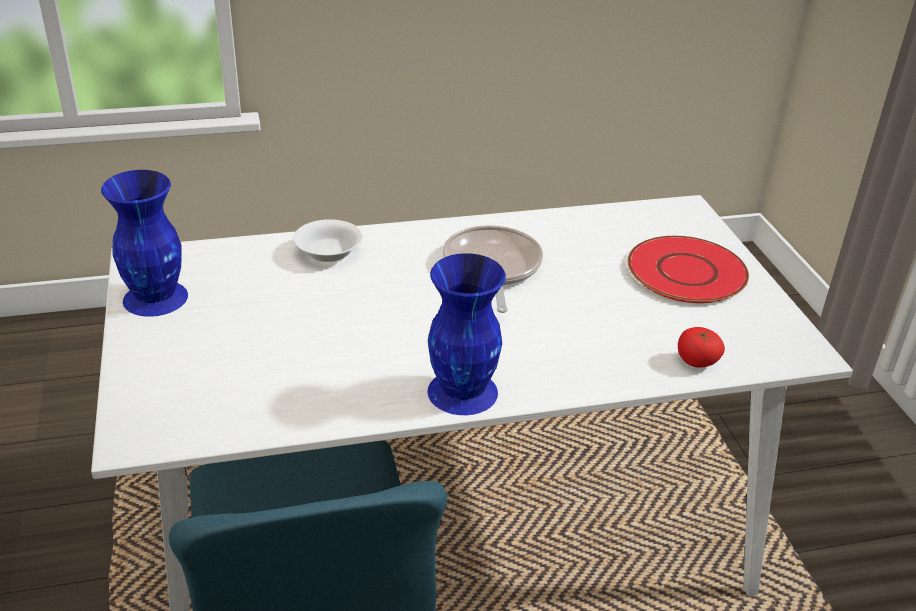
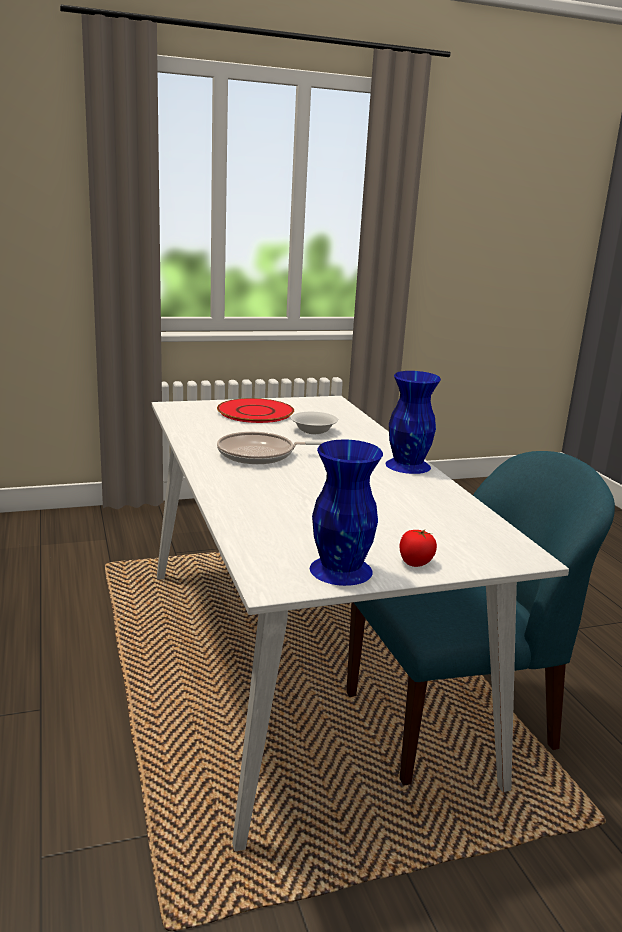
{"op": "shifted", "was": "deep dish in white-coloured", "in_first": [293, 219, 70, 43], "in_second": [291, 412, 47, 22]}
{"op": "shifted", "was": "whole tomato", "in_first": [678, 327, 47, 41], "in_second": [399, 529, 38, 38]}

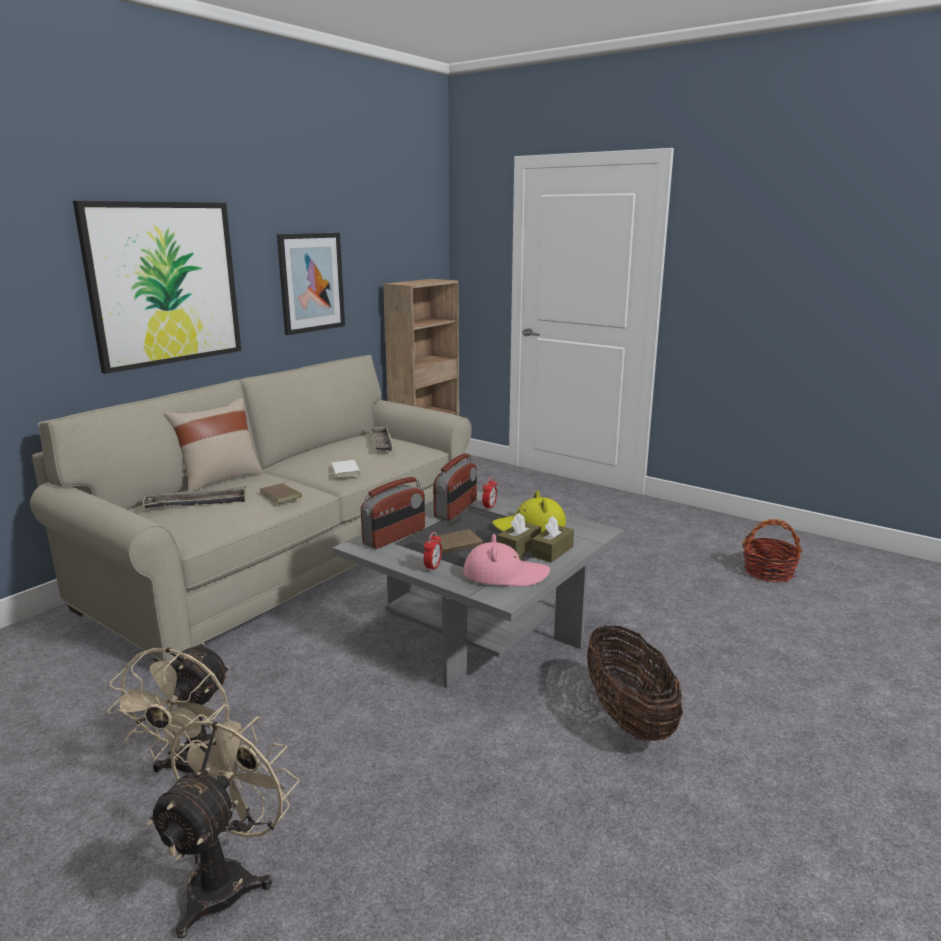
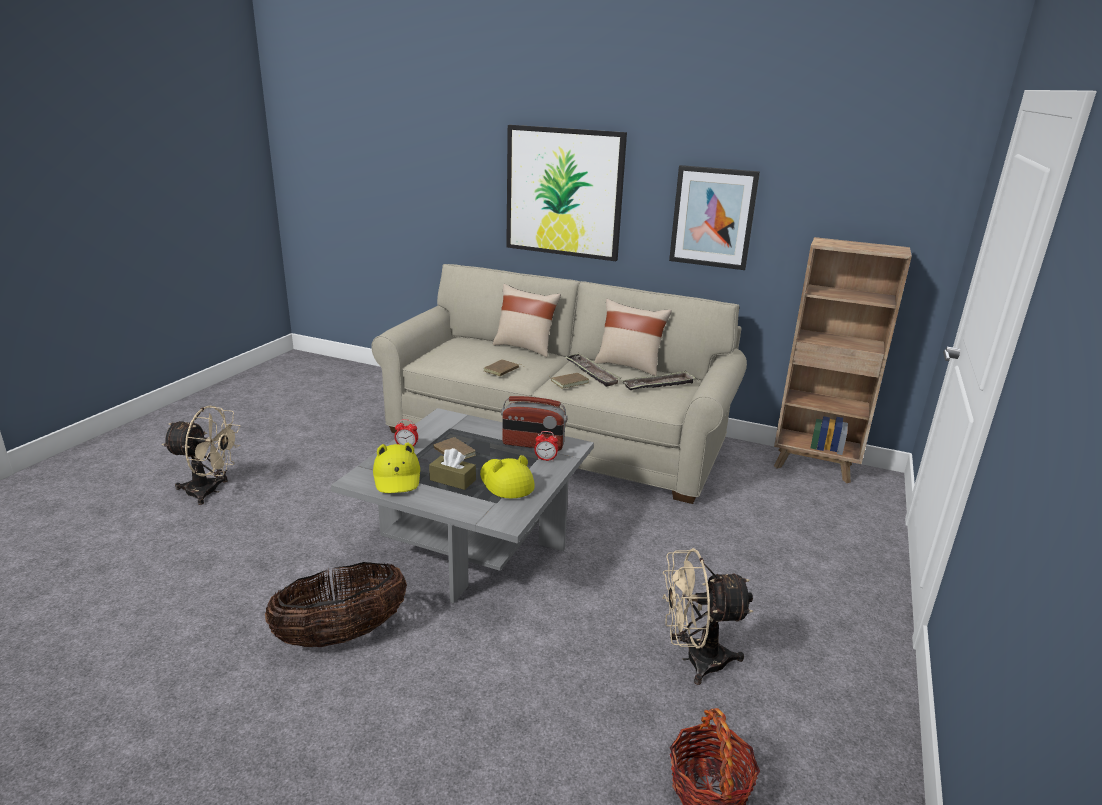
{"op": "gone", "was": "radio receiver", "in_first": [361, 477, 64, 72]}
{"op": "gone", "was": "box of tissues in brownish", "in_first": [531, 516, 43, 47]}
{"op": "new", "now": "pillow in beige-coloured", "in_second": [594, 299, 77, 77]}
{"op": "shifted", "was": "fan in beige-coloured", "in_first": [107, 643, 122, 135], "in_second": [662, 548, 91, 137]}
{"op": "shifted", "was": "tray", "in_first": [142, 486, 105, 22], "in_second": [565, 353, 56, 34]}
{"op": "repainted", "was": "bound book in white-coloured", "now": "bound book in brownish", "in_first": [327, 460, 33, 17], "in_second": [549, 373, 40, 16]}
{"op": "repainted", "was": "wearable hat in pinkish", "now": "wearable hat in yellow-coloured", "in_first": [463, 534, 87, 52], "in_second": [373, 442, 47, 51]}

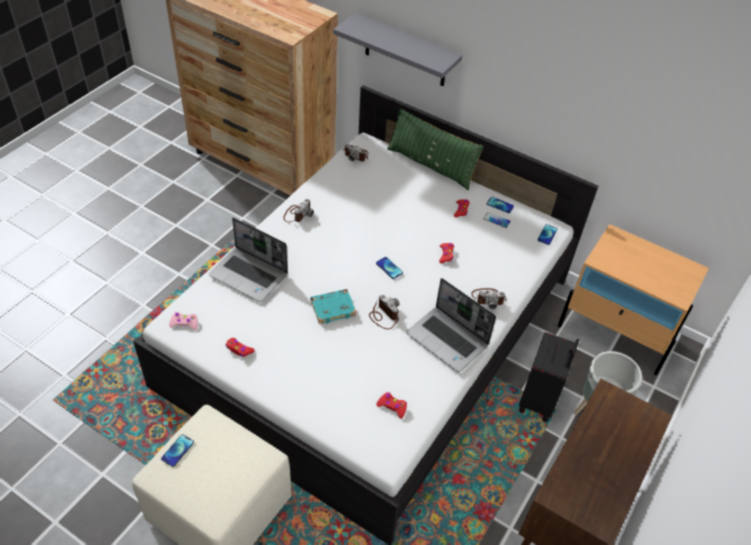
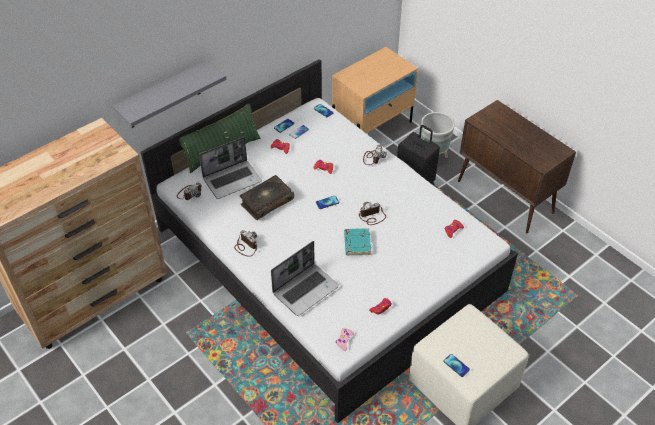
{"op": "new", "now": "bound book", "in_second": [240, 175, 54, 45]}
{"op": "shifted", "was": "laptop", "in_first": [406, 278, 90, 94], "in_second": [199, 137, 63, 62]}

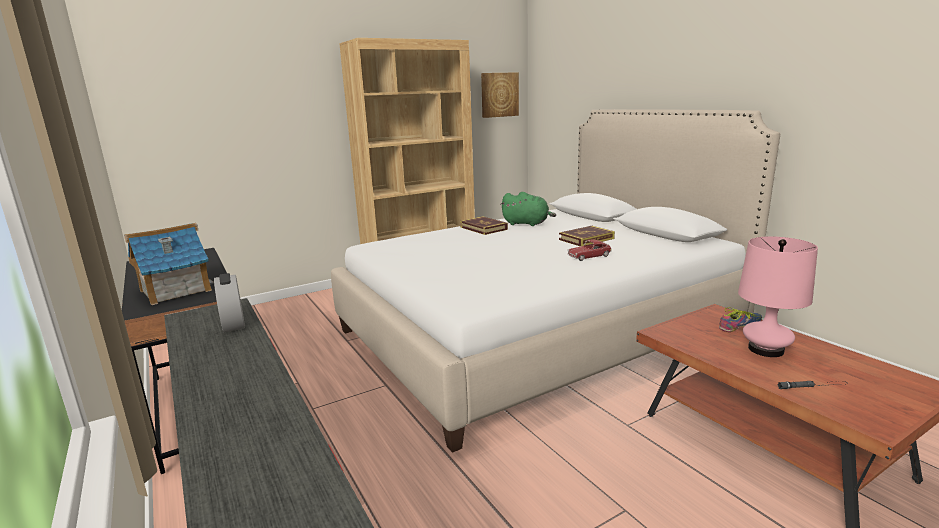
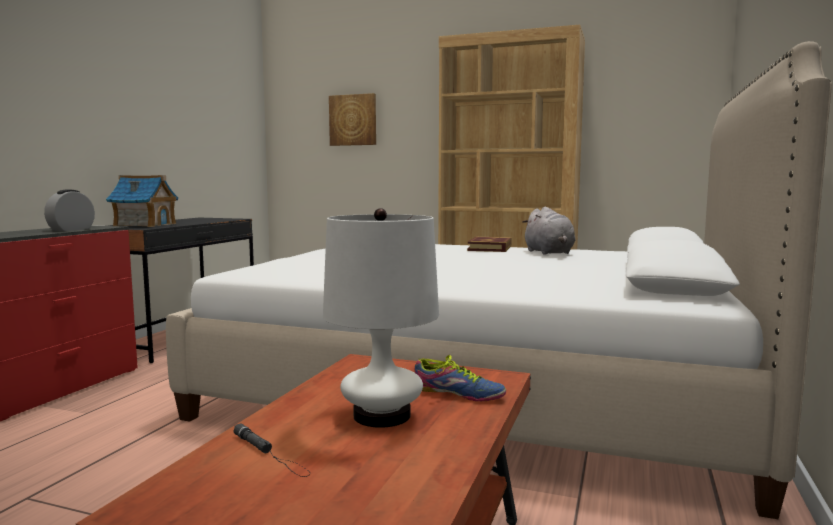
{"op": "gone", "was": "bound book", "in_first": [559, 226, 56, 21]}
{"op": "gone", "was": "toy car", "in_first": [567, 240, 45, 21]}
{"op": "shifted", "was": "wall picture", "in_first": [481, 72, 38, 46], "in_second": [329, 93, 47, 53]}
{"op": "repainted", "was": "cuddly toy in greenish", "now": "cuddly toy in gray", "in_first": [500, 192, 56, 34], "in_second": [522, 207, 53, 48]}
{"op": "repainted", "was": "tabletop lamp in pinkish", "now": "tabletop lamp in white-coloured", "in_first": [738, 236, 80, 121], "in_second": [323, 208, 116, 220]}

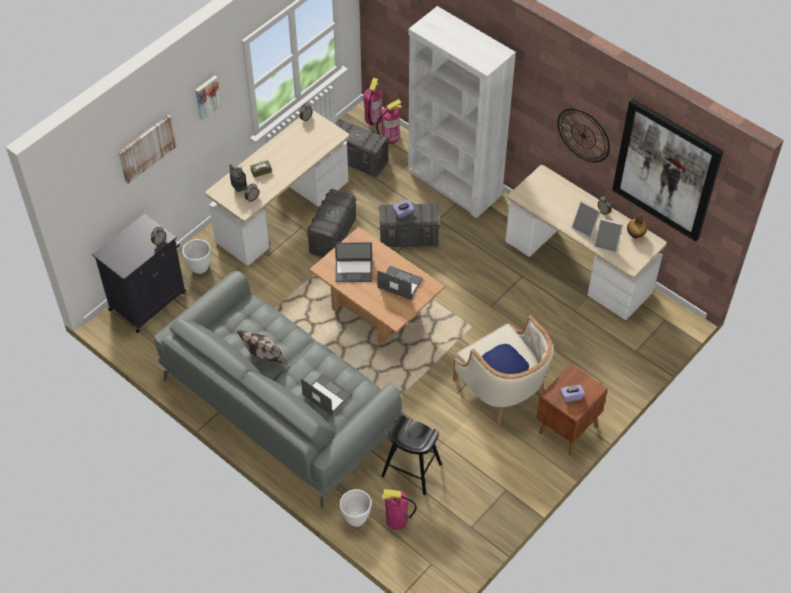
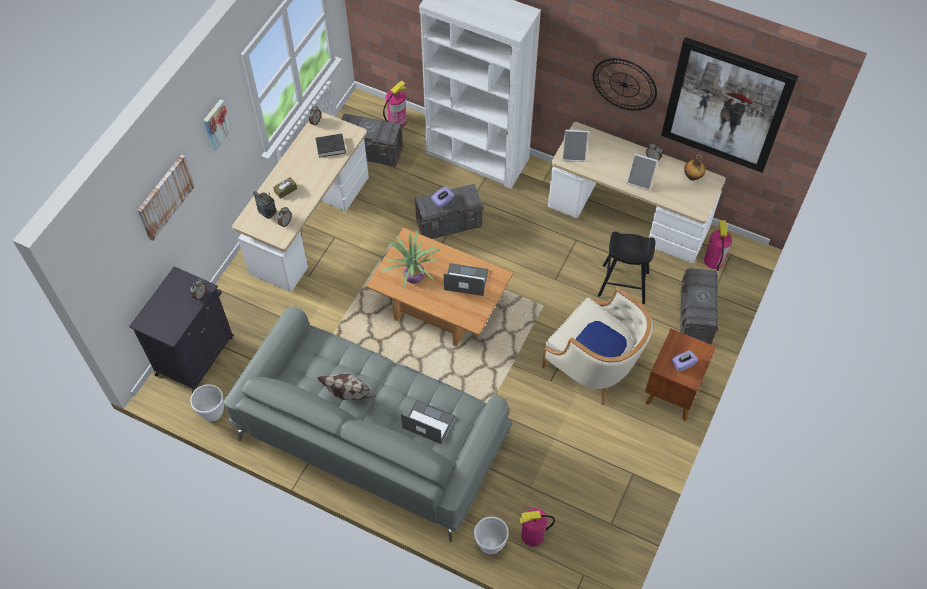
{"op": "new", "now": "bound book in black-coloured", "in_second": [316, 134, 30, 24]}
{"op": "shifted", "was": "flower pot in white-coloured", "in_first": [182, 239, 29, 35], "in_second": [190, 384, 34, 37]}
{"op": "shifted", "was": "storage bin in gray", "in_first": [306, 189, 51, 69], "in_second": [680, 268, 38, 77]}
{"op": "shifted", "was": "extinguisher", "in_first": [363, 78, 19, 48], "in_second": [704, 220, 28, 51]}
{"op": "shifted", "was": "stool seat in black-coloured", "in_first": [382, 415, 60, 80], "in_second": [598, 232, 57, 72]}
{"op": "shifted", "was": "photo frame", "in_first": [594, 218, 29, 35], "in_second": [562, 129, 27, 33]}
{"op": "swapped", "was": "laptop", "now": "potted plant", "in_first": [335, 242, 37, 40], "in_second": [381, 230, 59, 59]}

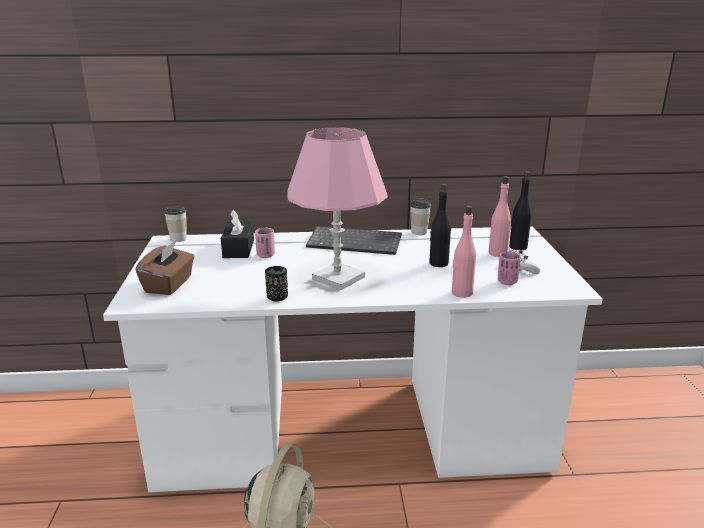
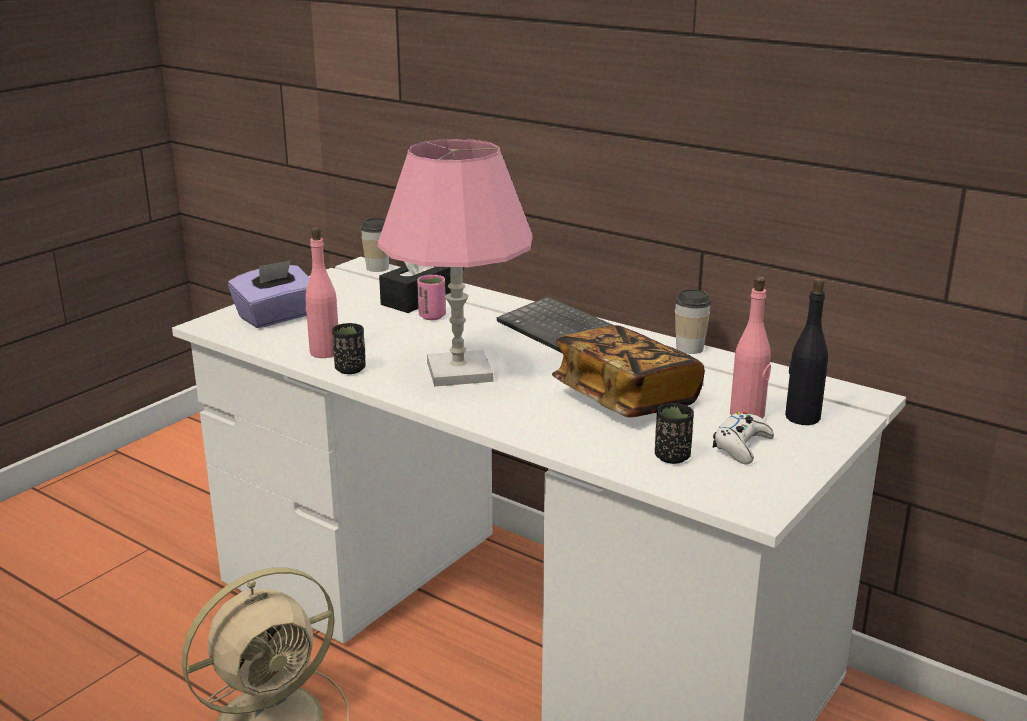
{"op": "shifted", "was": "beverage bottle in pinkish", "in_first": [452, 206, 24, 92], "in_second": [305, 227, 33, 131]}
{"op": "swapped", "was": "beverage bottle in black-coloured", "now": "bound book", "in_first": [429, 184, 22, 83], "in_second": [552, 325, 153, 92]}
{"op": "repainted", "was": "box of tissues in brownish", "now": "box of tissues in purple-coloured", "in_first": [135, 241, 59, 54], "in_second": [228, 260, 82, 68]}
{"op": "repainted", "was": "drinking cup in pinkish", "now": "drinking cup in black-coloured", "in_first": [498, 252, 23, 33], "in_second": [655, 403, 39, 61]}

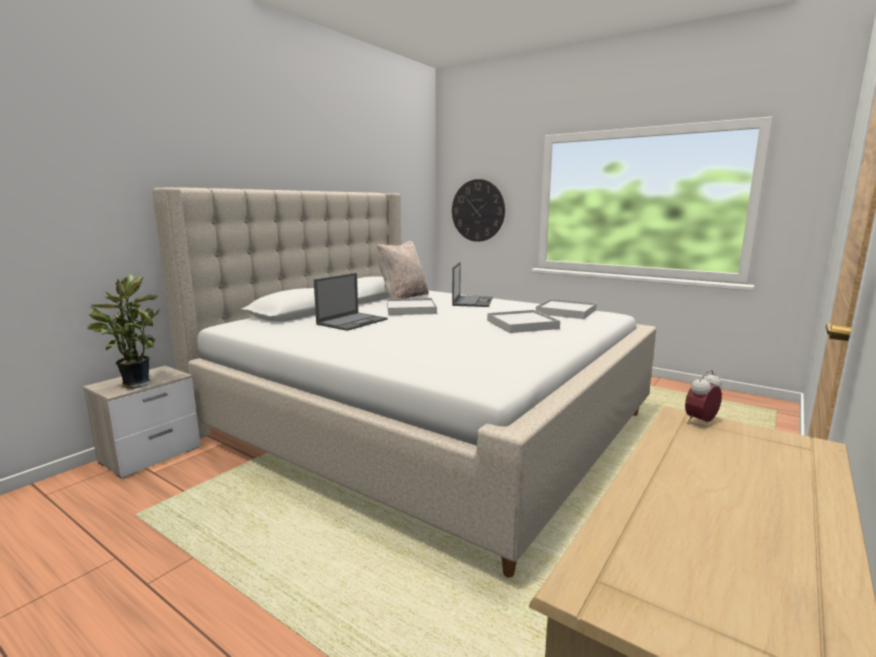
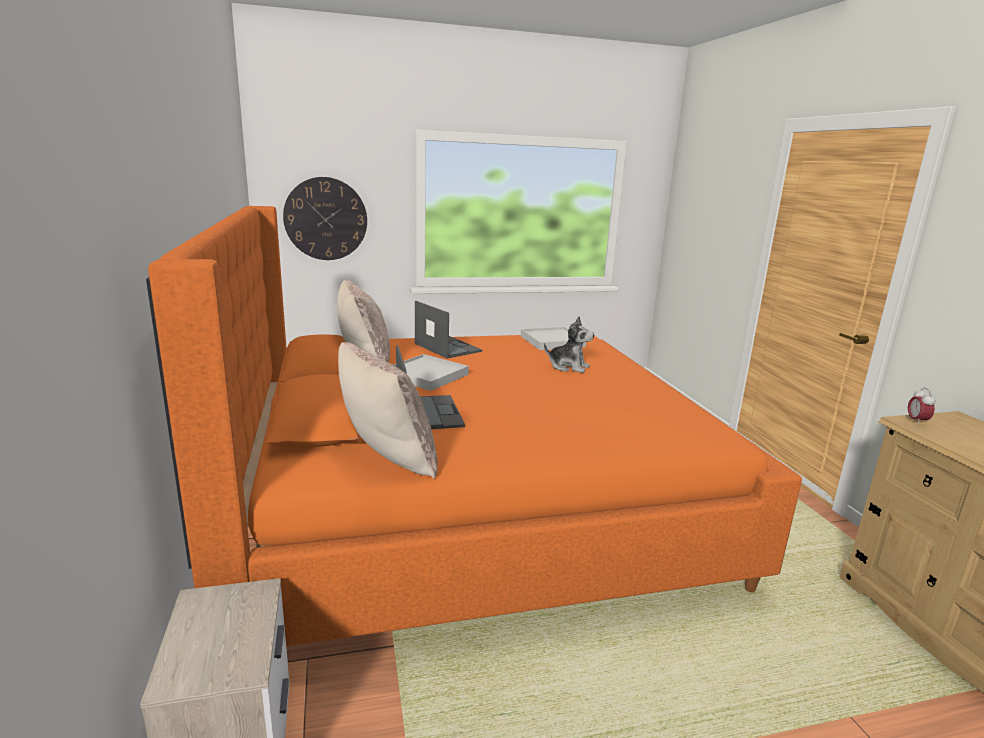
{"op": "gone", "was": "potted plant", "in_first": [87, 274, 73, 115]}
{"op": "new", "now": "pillow in beige-coloured", "in_second": [338, 342, 100, 137]}
{"op": "swapped", "was": "tray in white-coloured", "now": "cuddly toy", "in_first": [487, 310, 73, 23], "in_second": [544, 317, 50, 56]}
{"op": "repainted", "was": "bedroom bed in beige-coloured", "now": "bedroom bed in orange", "in_first": [152, 187, 504, 391], "in_second": [146, 206, 656, 440]}

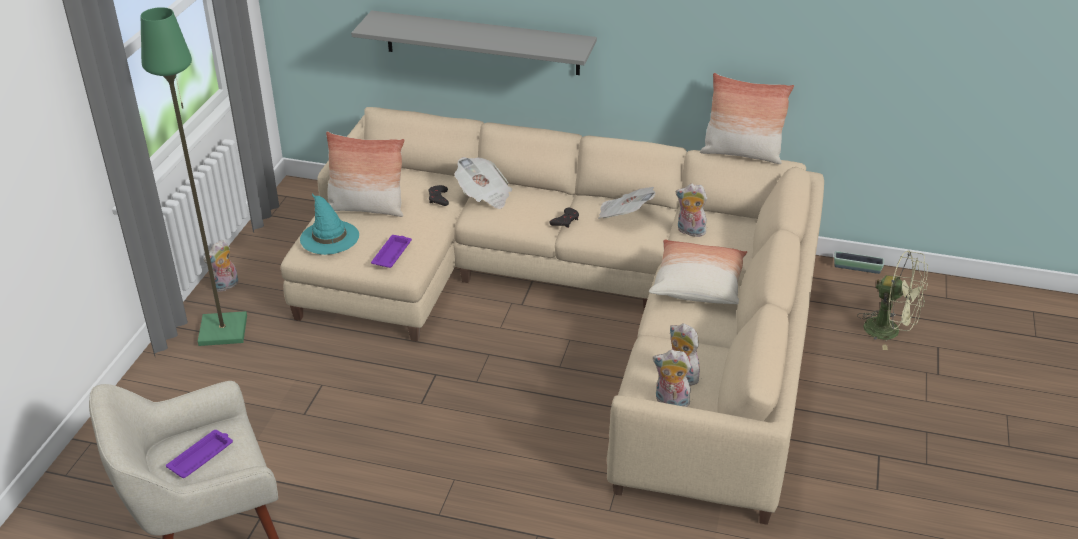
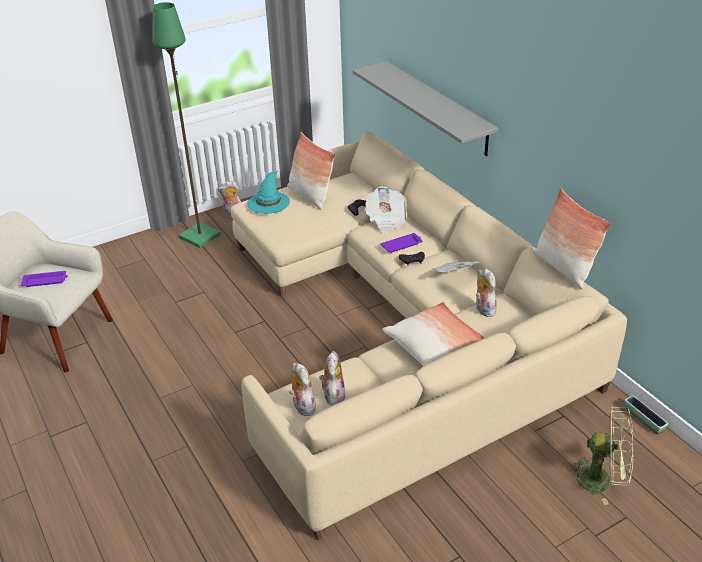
{"op": "shifted", "was": "tray in purple-coloured", "in_first": [371, 235, 41, 33], "in_second": [381, 233, 41, 20]}
{"op": "rotated", "was": "fan in greenish", "in_first": [857, 250, 71, 100], "in_second": [566, 406, 67, 99], "clockwise": -60}

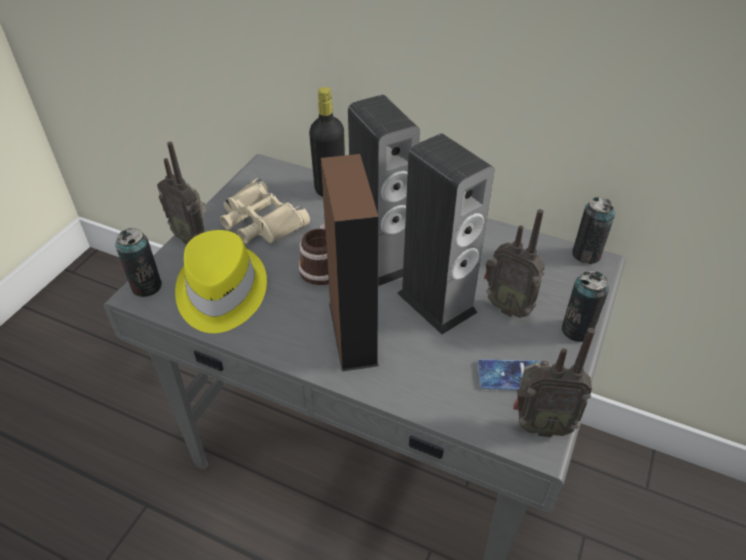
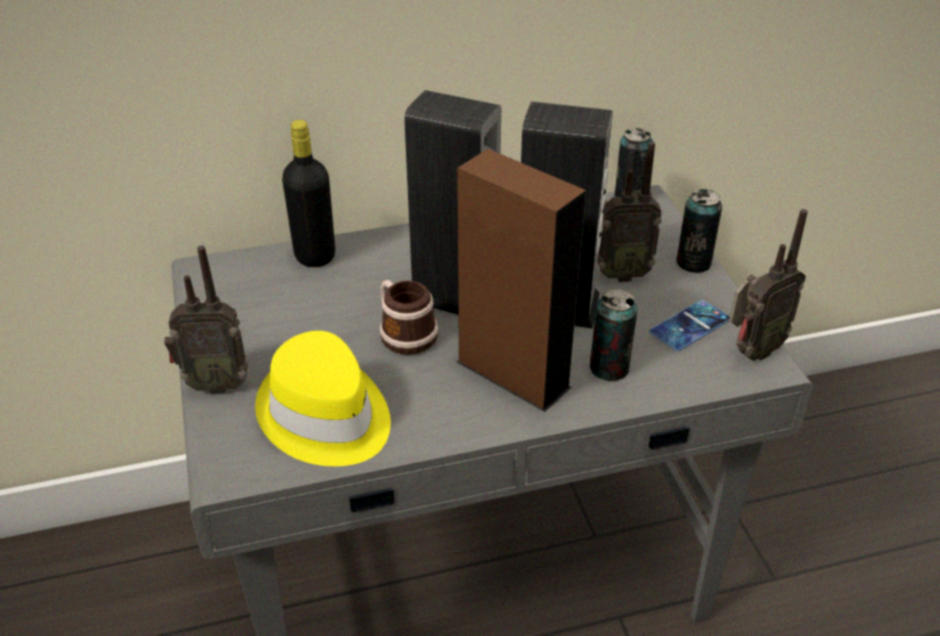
{"op": "gone", "was": "pair of binoculars in beige-coloured", "in_first": [220, 178, 90, 66]}
{"op": "shifted", "was": "can", "in_first": [115, 228, 47, 69], "in_second": [590, 289, 48, 92]}

